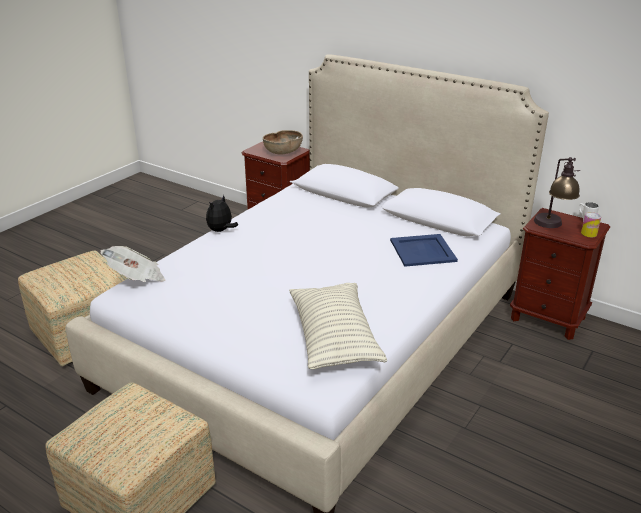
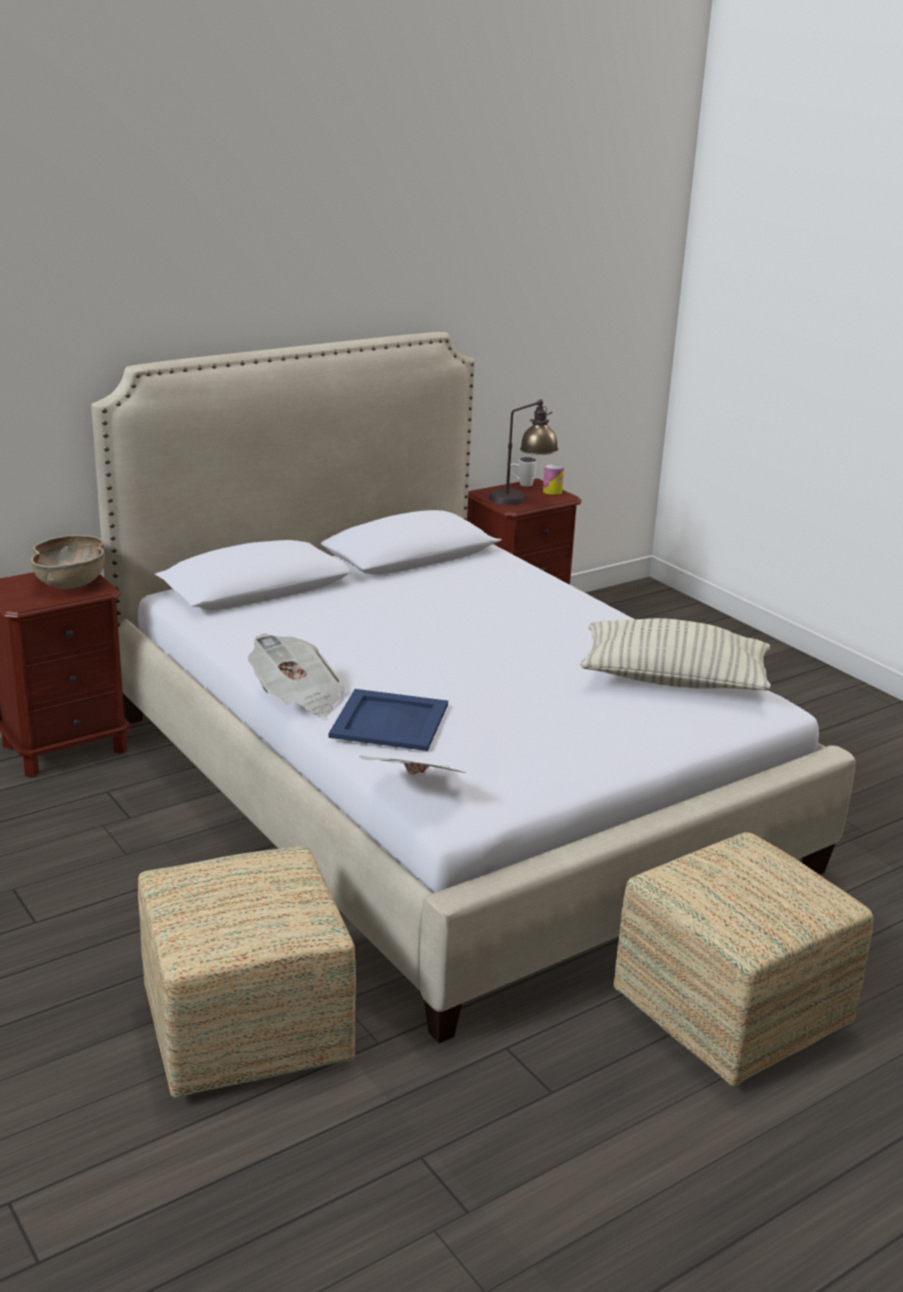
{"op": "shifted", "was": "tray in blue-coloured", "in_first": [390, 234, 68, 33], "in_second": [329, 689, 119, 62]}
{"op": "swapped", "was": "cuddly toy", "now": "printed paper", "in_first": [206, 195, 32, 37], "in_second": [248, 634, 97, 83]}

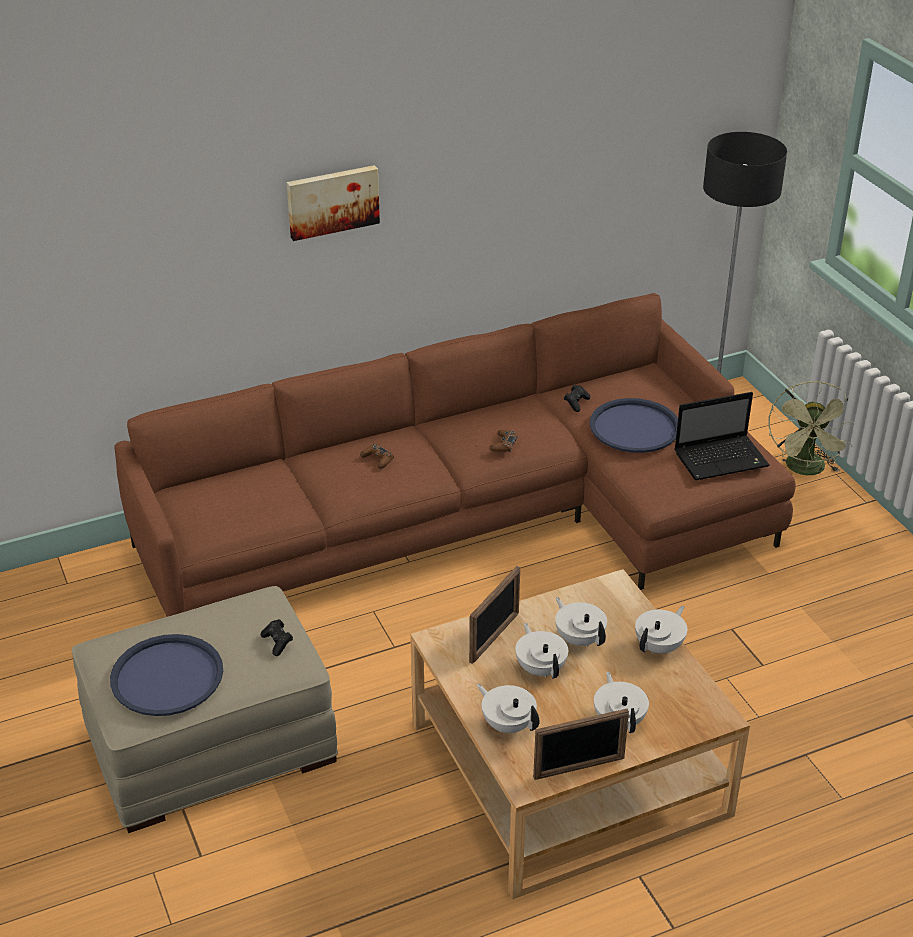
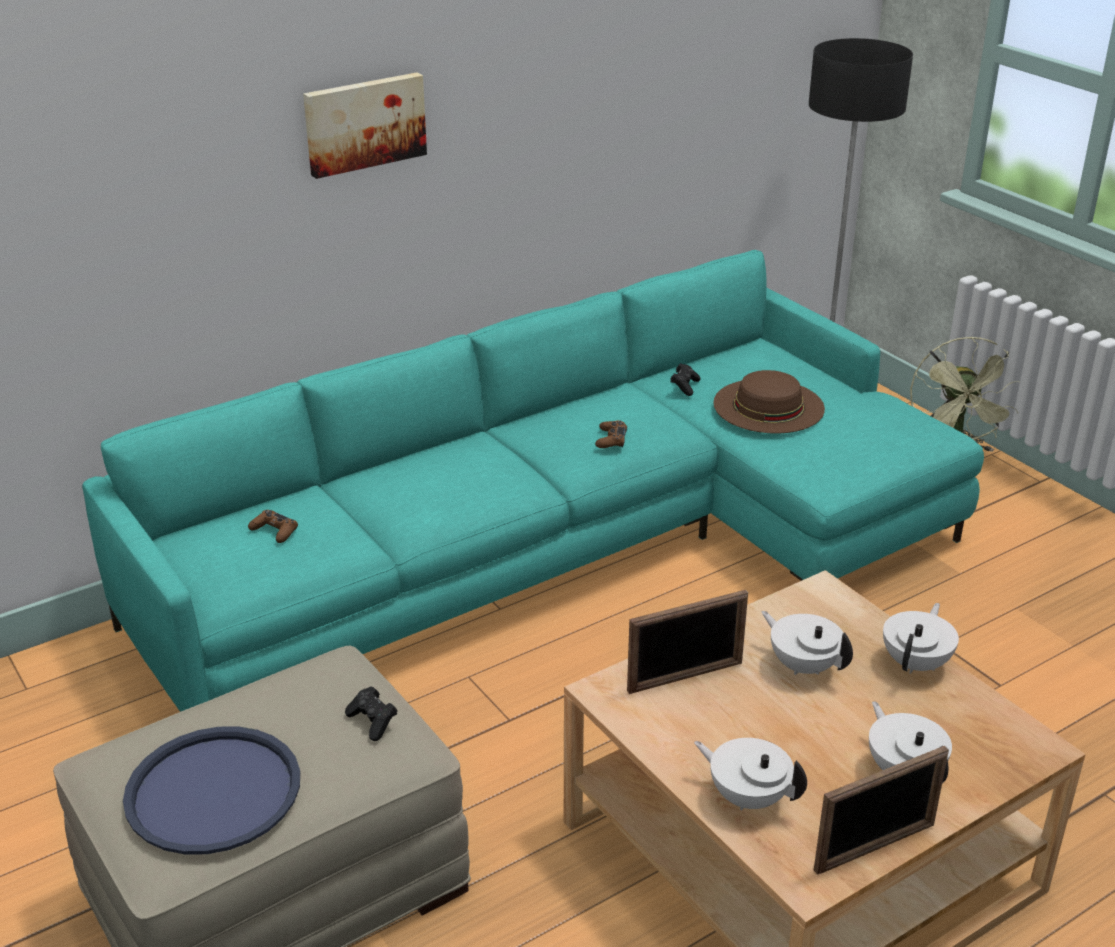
{"op": "gone", "was": "teapot in white-coloured", "in_first": [515, 623, 53, 56]}
{"op": "gone", "was": "laptop", "in_first": [675, 392, 95, 88]}
{"op": "shifted", "was": "gamepad in brownish", "in_first": [360, 444, 34, 25], "in_second": [248, 510, 50, 33]}
{"op": "swapped", "was": "tray in blue-coloured", "now": "wearable hat in brownish", "in_first": [590, 398, 88, 55], "in_second": [713, 370, 112, 64]}
{"op": "repainted", "was": "sofa in brownish", "now": "sofa in blue-green", "in_first": [114, 293, 682, 324], "in_second": [82, 250, 902, 462]}
{"op": "rotated", "was": "photo frame", "in_first": [469, 566, 51, 98], "in_second": [627, 590, 121, 104], "clockwise": 45}

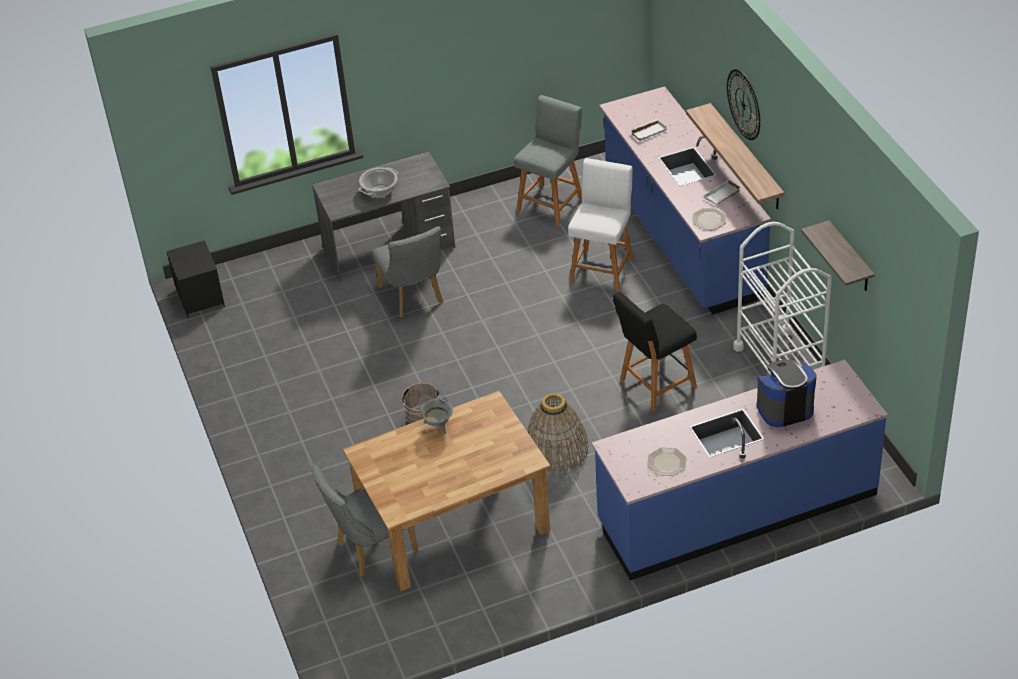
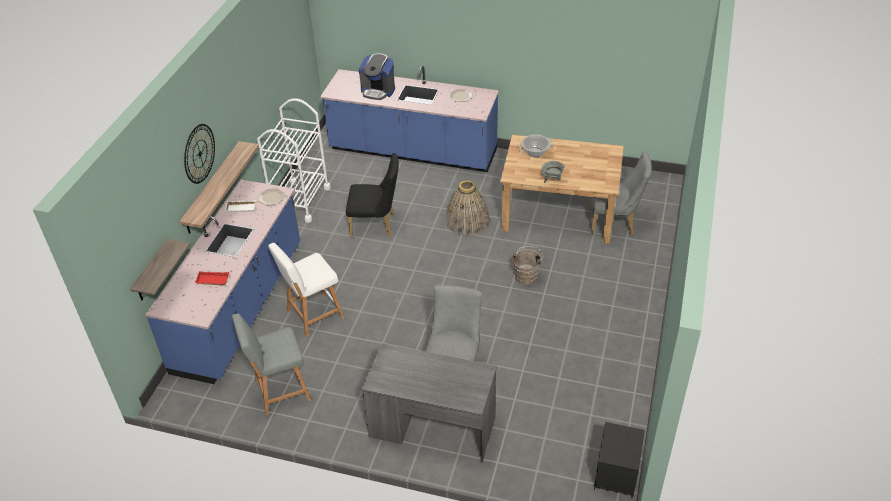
{"op": "shifted", "was": "cooking pot", "in_first": [359, 167, 39, 31], "in_second": [518, 135, 36, 22]}
{"op": "shifted", "was": "bracket shelf", "in_first": [801, 220, 74, 71], "in_second": [130, 239, 61, 62]}
{"op": "swapped", "was": "stool seat in black-coloured", "now": "upright chair in black-coloured", "in_first": [613, 292, 84, 119], "in_second": [346, 153, 53, 85]}
{"op": "repainted", "was": "tray in white-coloured", "now": "tray in red-coloured", "in_first": [630, 119, 37, 22], "in_second": [195, 271, 34, 15]}

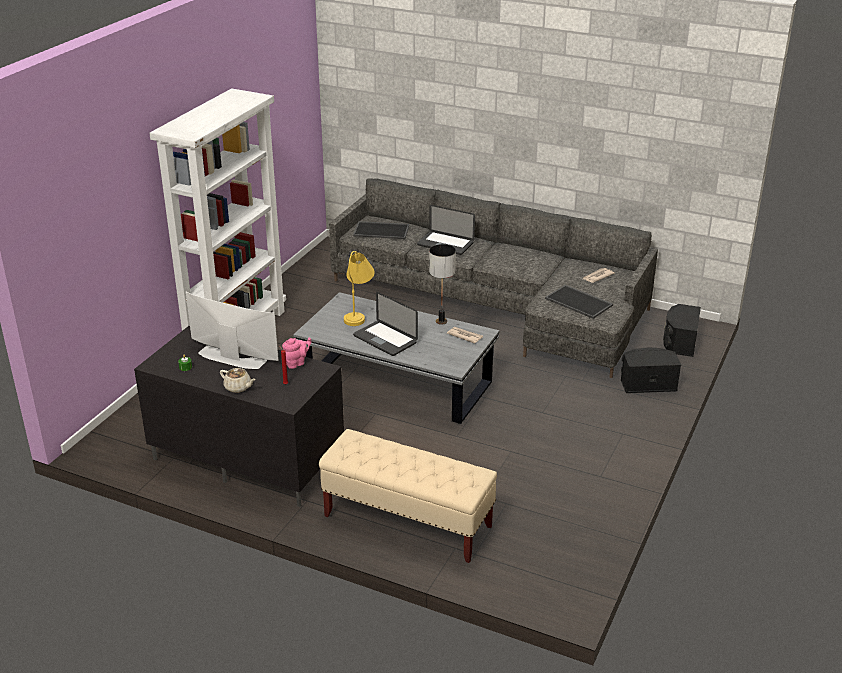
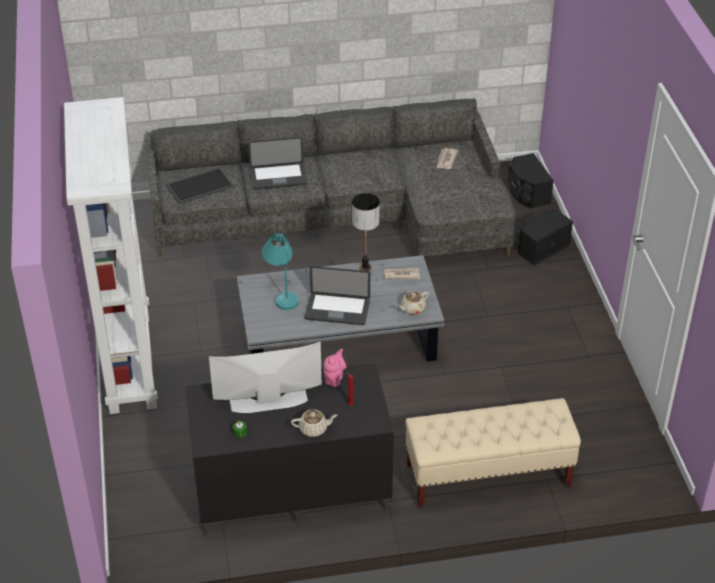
{"op": "gone", "was": "tray", "in_first": [545, 285, 68, 34]}
{"op": "new", "now": "teapot in beige-coloured", "in_second": [396, 291, 33, 23]}
{"op": "repainted", "was": "tabletop lamp in yellow-coloured", "now": "tabletop lamp in blue-green", "in_first": [344, 251, 31, 75], "in_second": [262, 233, 37, 77]}

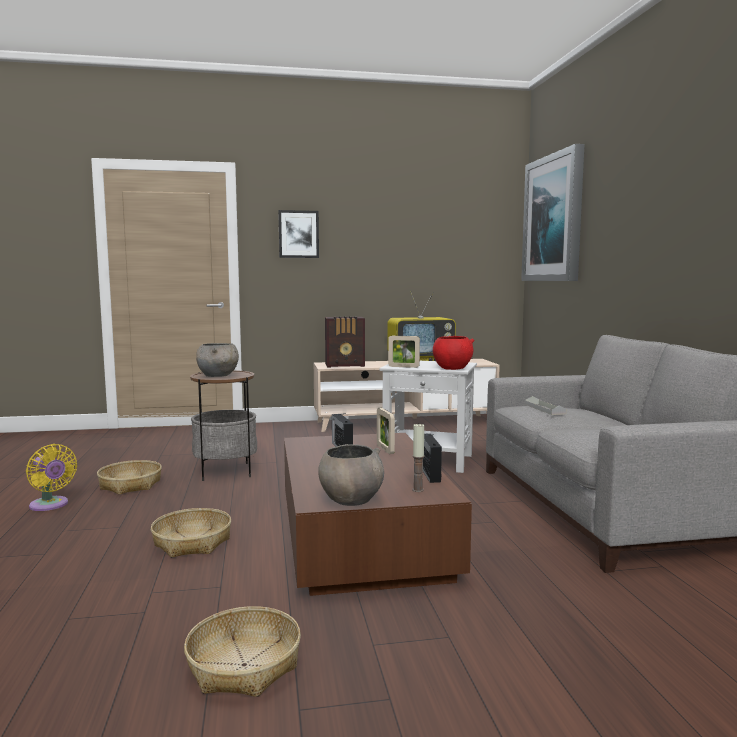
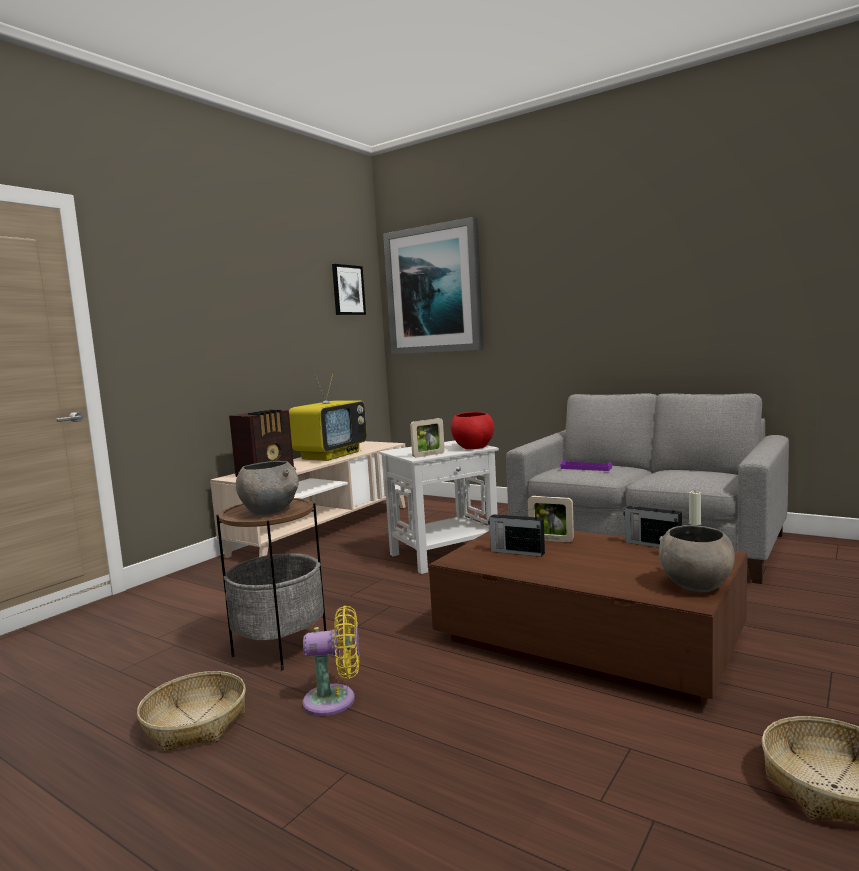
{"op": "gone", "was": "basket", "in_first": [151, 508, 80, 50]}
{"op": "shifted", "was": "fan in yellow-coloured", "in_first": [26, 444, 51, 67], "in_second": [302, 606, 57, 110]}
{"op": "shifted", "was": "wall picture", "in_first": [278, 210, 41, 48], "in_second": [332, 264, 34, 51]}
{"op": "repainted", "was": "tray in gray", "now": "tray in purple-coloured", "in_first": [525, 396, 41, 19], "in_second": [561, 459, 51, 12]}

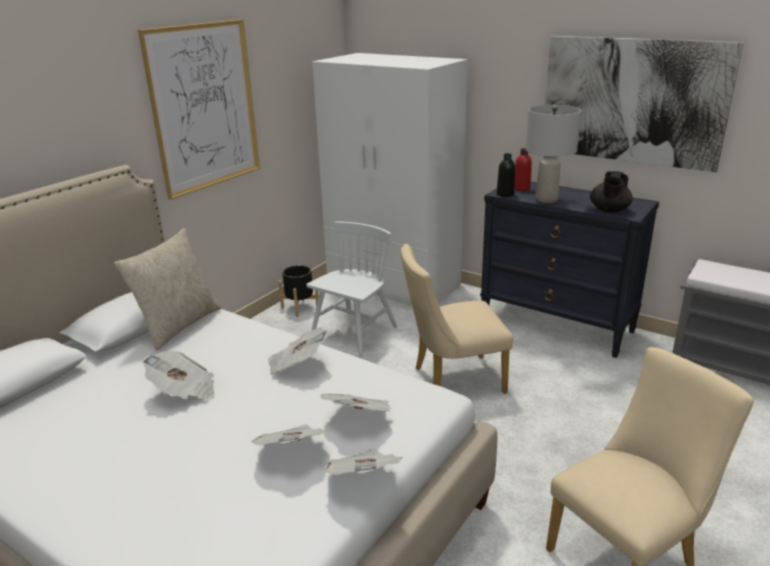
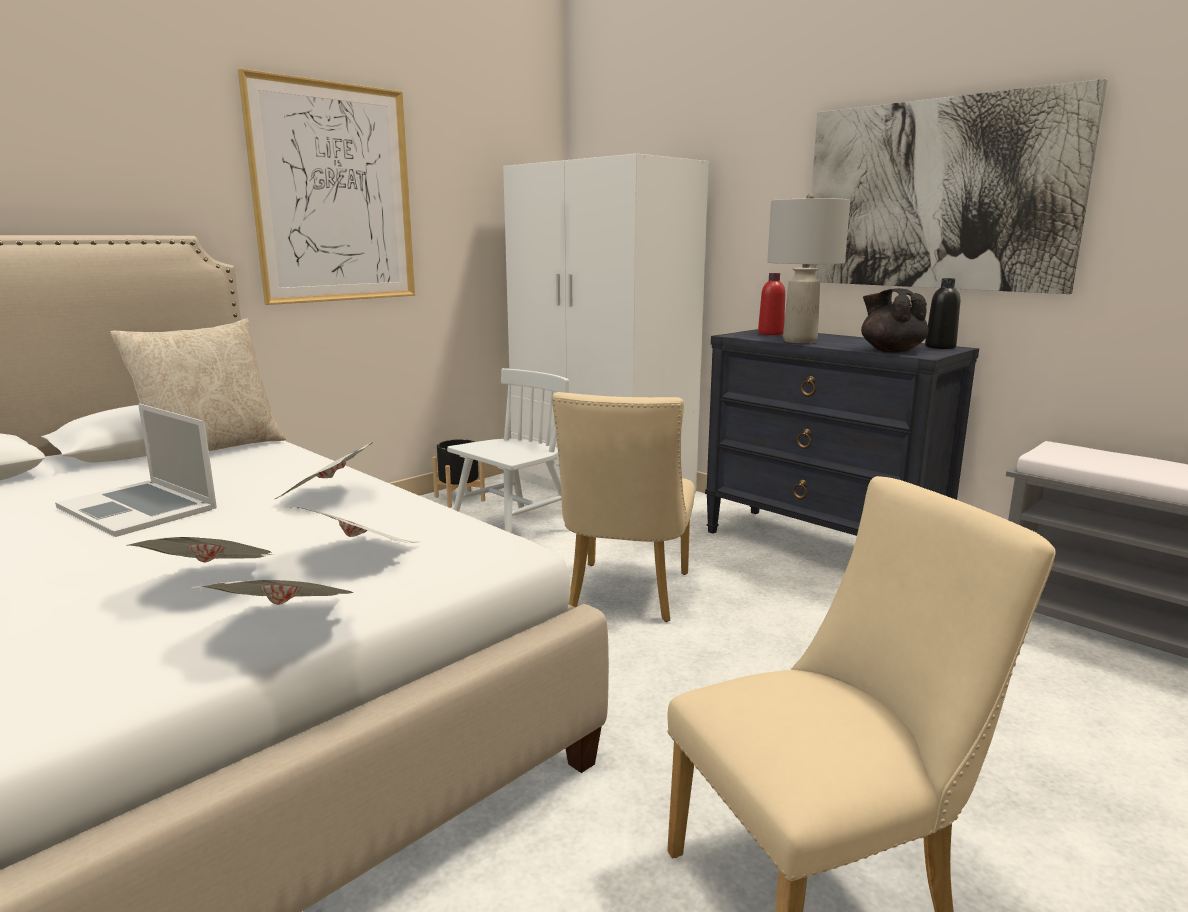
{"op": "shifted", "was": "beverage bottle in black-coloured", "in_first": [497, 153, 18, 44], "in_second": [925, 278, 35, 71]}
{"op": "swapped", "was": "printed paper", "now": "laptop", "in_first": [142, 351, 72, 49], "in_second": [55, 404, 162, 133]}
{"op": "rotated", "was": "upright chair in beige-coloured", "in_first": [401, 244, 112, 150], "in_second": [552, 392, 143, 230], "clockwise": -75}
{"op": "rotated", "was": "teapot in black-coloured", "in_first": [590, 171, 43, 42], "in_second": [861, 288, 68, 65], "clockwise": 120}

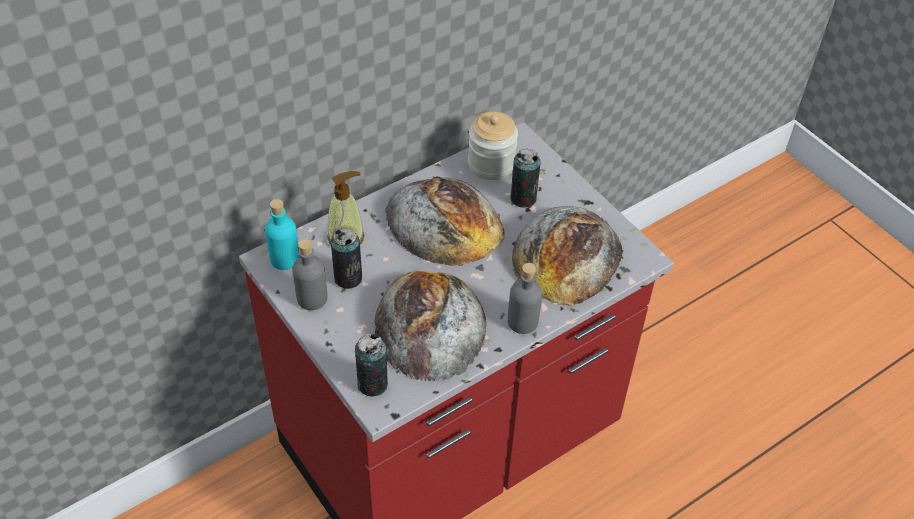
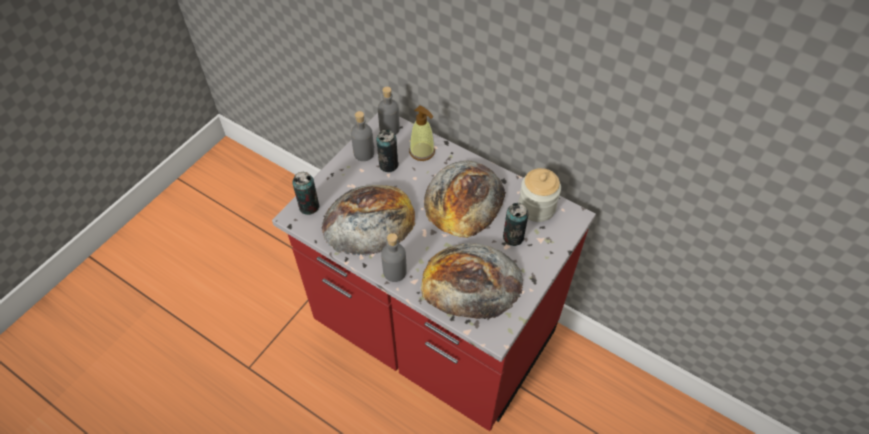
{"op": "repainted", "was": "beverage bottle in blue-green", "now": "beverage bottle in gray", "in_first": [265, 199, 35, 71], "in_second": [378, 87, 22, 48]}

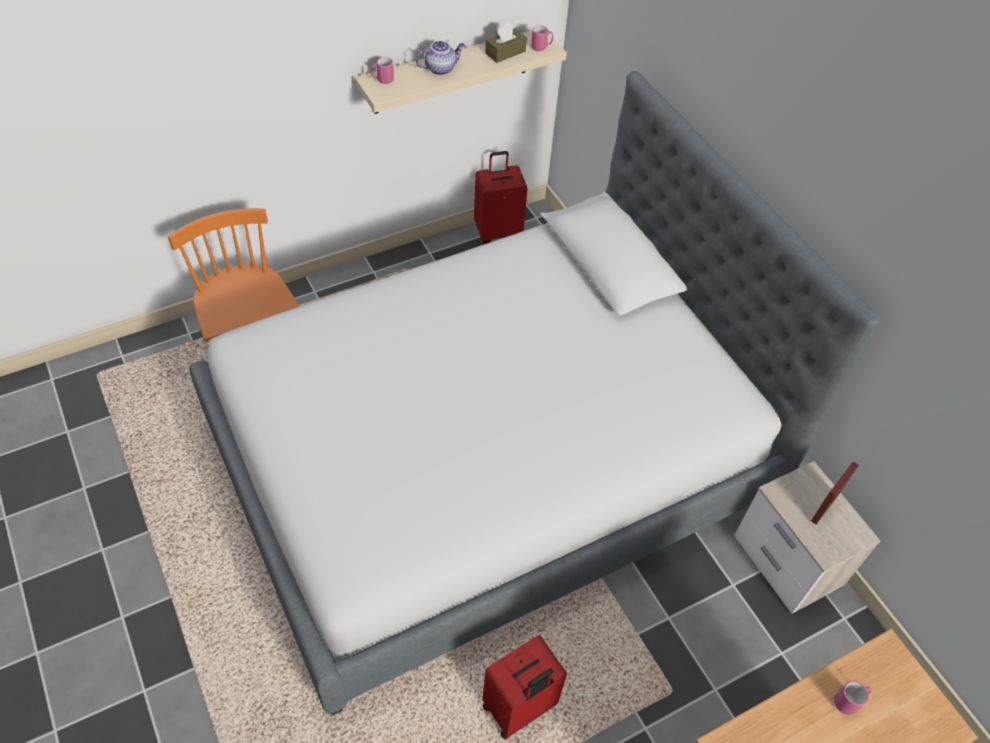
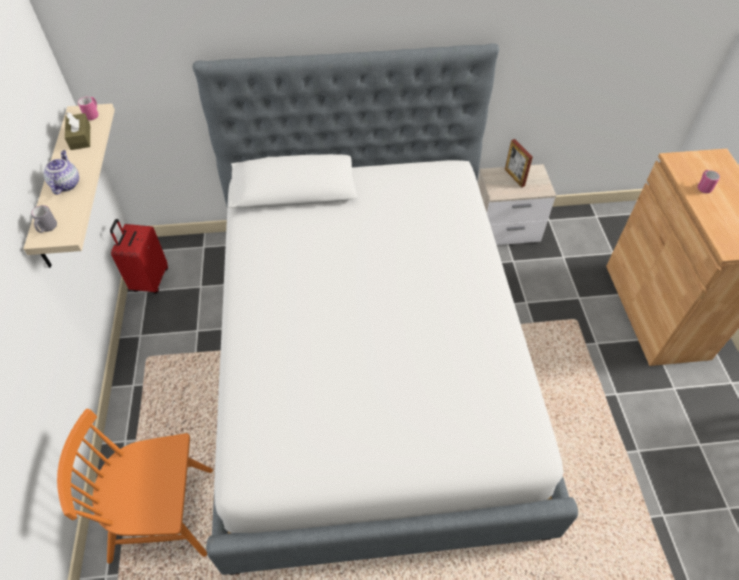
{"op": "gone", "was": "travel case in red-coloured", "in_first": [482, 635, 85, 105]}
{"op": "repainted", "was": "coffee mug in pinkish", "now": "coffee mug in gray", "in_first": [371, 57, 23, 27], "in_second": [31, 205, 26, 28]}

